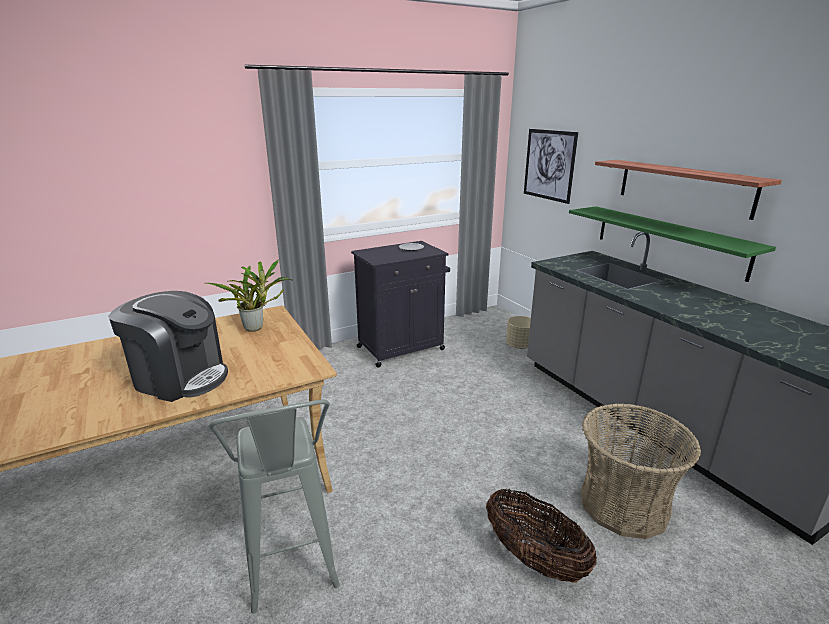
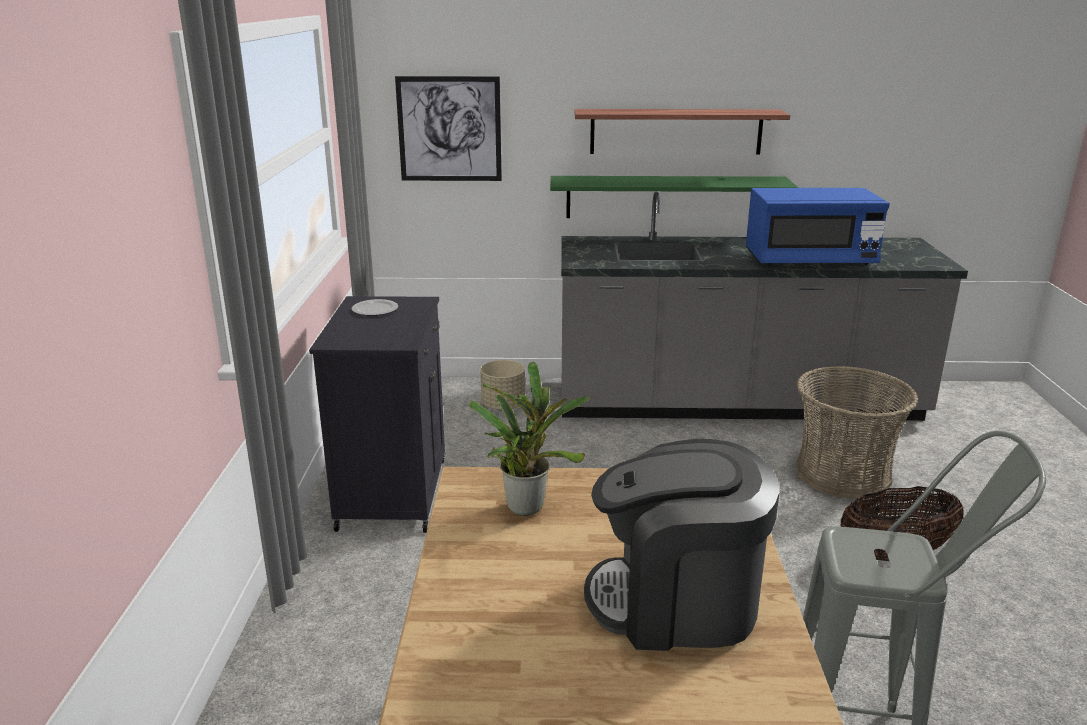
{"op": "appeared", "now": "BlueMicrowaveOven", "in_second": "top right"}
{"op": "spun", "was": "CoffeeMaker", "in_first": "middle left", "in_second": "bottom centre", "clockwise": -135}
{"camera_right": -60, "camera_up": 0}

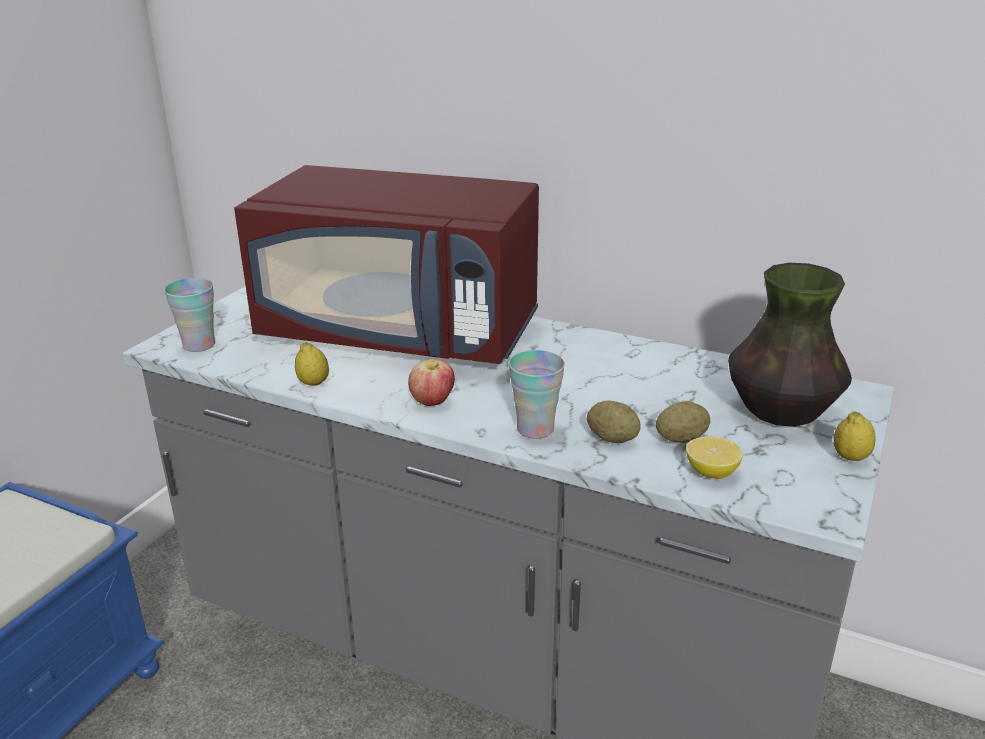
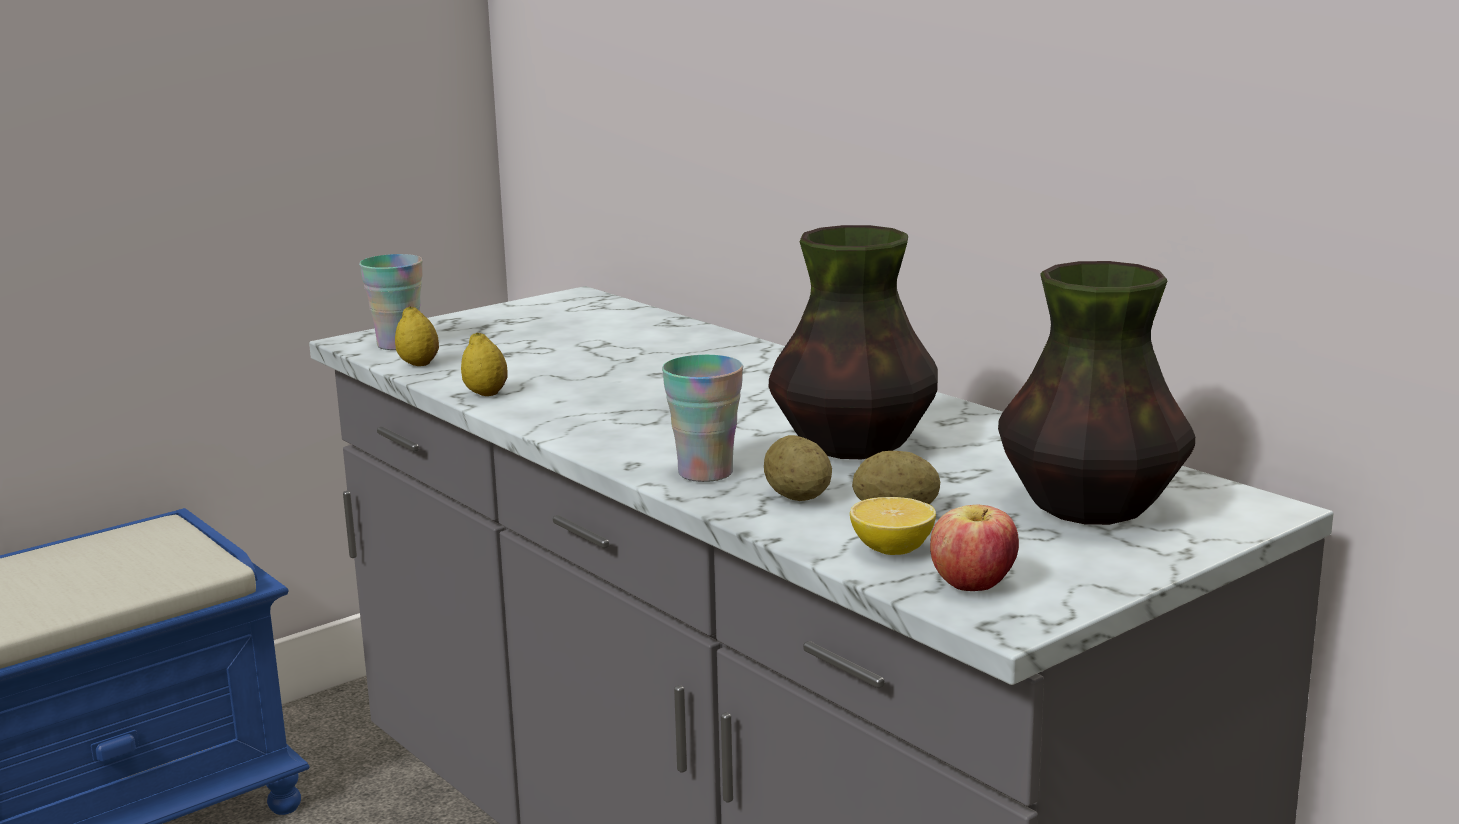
{"op": "missing", "was": "RedMicrowaveOven", "in_first": "centre"}
{"op": "appeared", "now": "DecorativeVase (no. 1 from left)", "in_second": "centre"}
{"op": "relocated", "was": "Apple", "in_first": "centre", "in_second": "middle right"}
{"op": "relocated", "was": "Lemon (no. 3 from left in the first image)", "now": "Lemon (no. 1 from left)", "in_first": "middle right", "in_second": "middle left"}
{"camera_right": 25, "camera_up": -10}

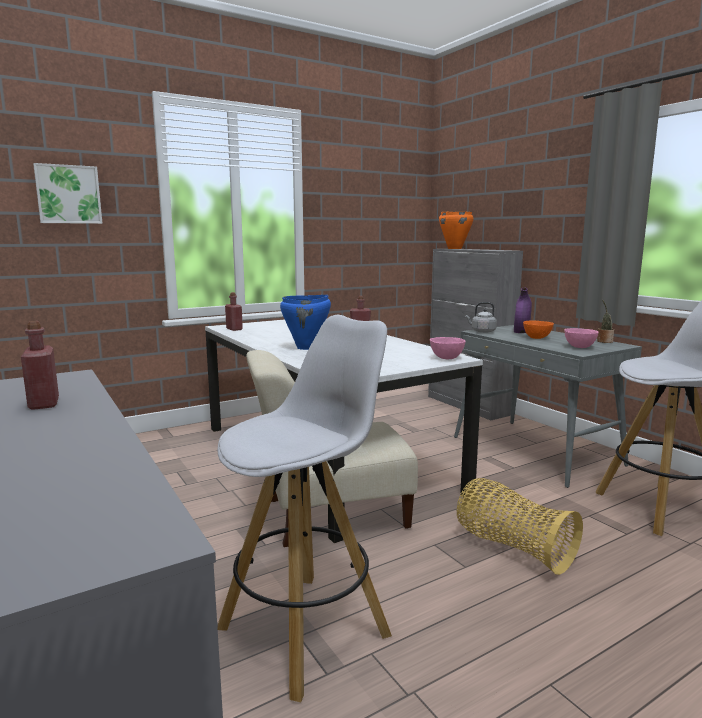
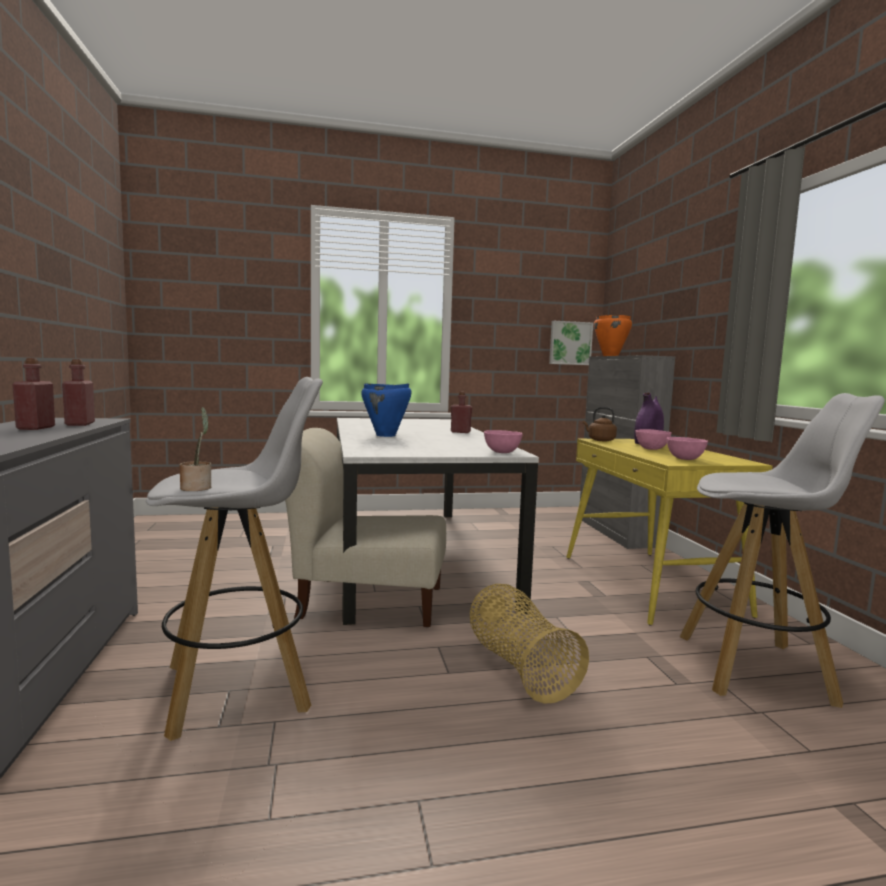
{"op": "relocated", "was": "Picture", "in_first": "top left", "in_second": "centre"}
{"op": "relocated", "was": "RedBeverageBottle (no. 2 from left)", "in_first": "centre", "in_second": "middle left"}
{"op": "relocated", "was": "PottedPlant", "in_first": "middle right", "in_second": "middle left"}
{"op": "colour", "was": "GreyishDesk", "now": "YellowDesk", "in_first": "middle right", "in_second": "middle right"}
{"op": "colour", "was": "GreyishWaterKettle", "now": "BrownWaterKettle", "in_first": "middle right", "in_second": "middle right"}
{"op": "colour", "was": "OrangeBowl", "now": "PinkColouredBowl (no. 2 from left)", "in_first": "middle right", "in_second": "middle right"}
{"camera_right": 20, "camera_up": -5}

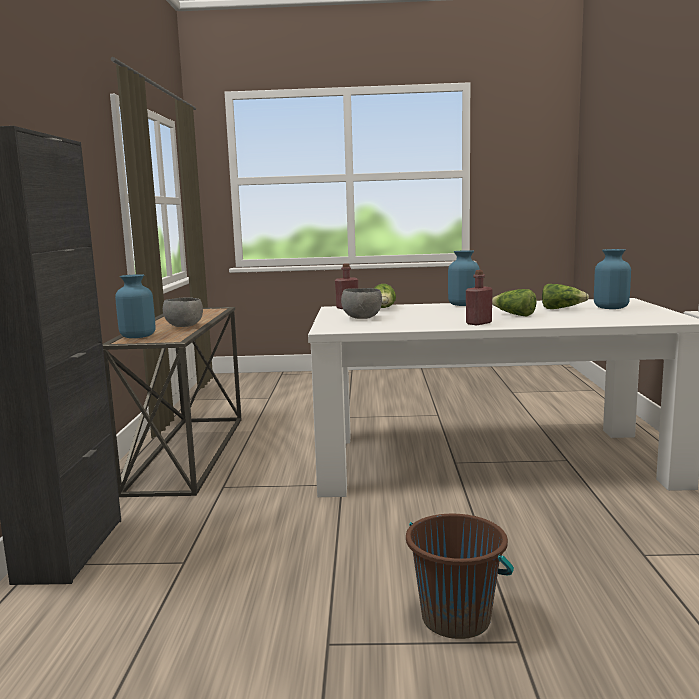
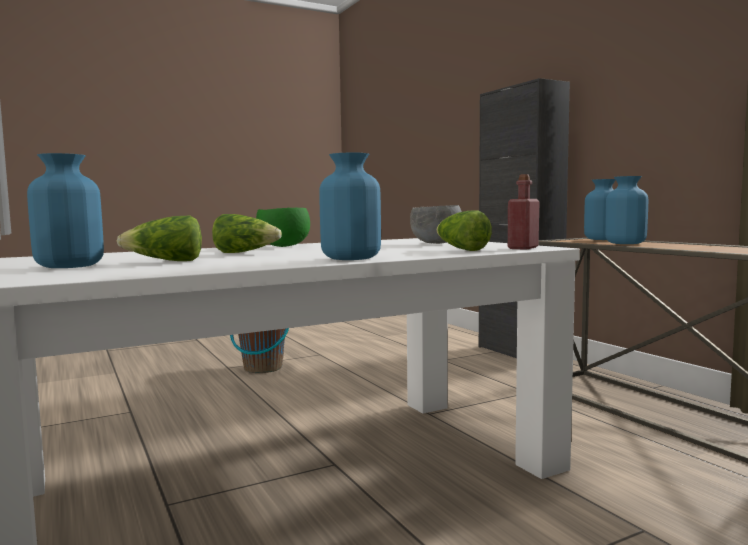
{"op": "exchanged", "was": "GreyishBowl (no. 1 from left)", "now": "BlueDecorativeVase (no. 4 from left)", "in_first": "middle left", "in_second": "middle right"}
{"op": "exchanged", "was": "RedBeverageBottle (no. 2 from left)", "now": "GreenishBowl", "in_first": "middle right", "in_second": "centre"}
{"camera_right": 150, "camera_up": -5}

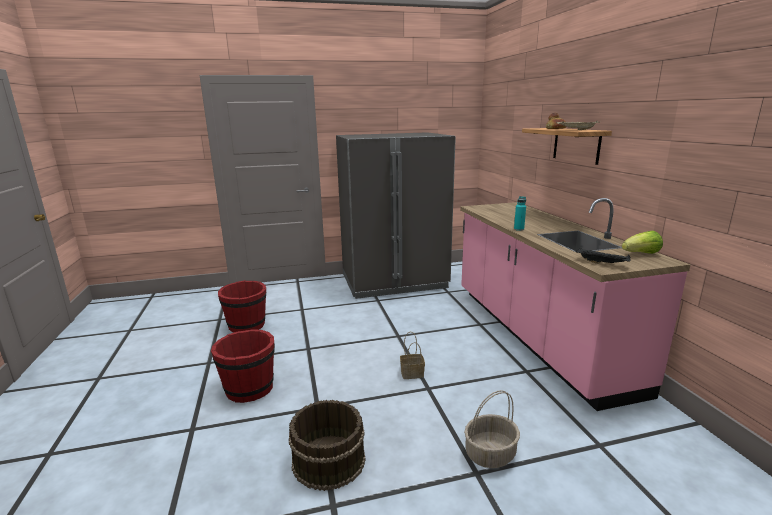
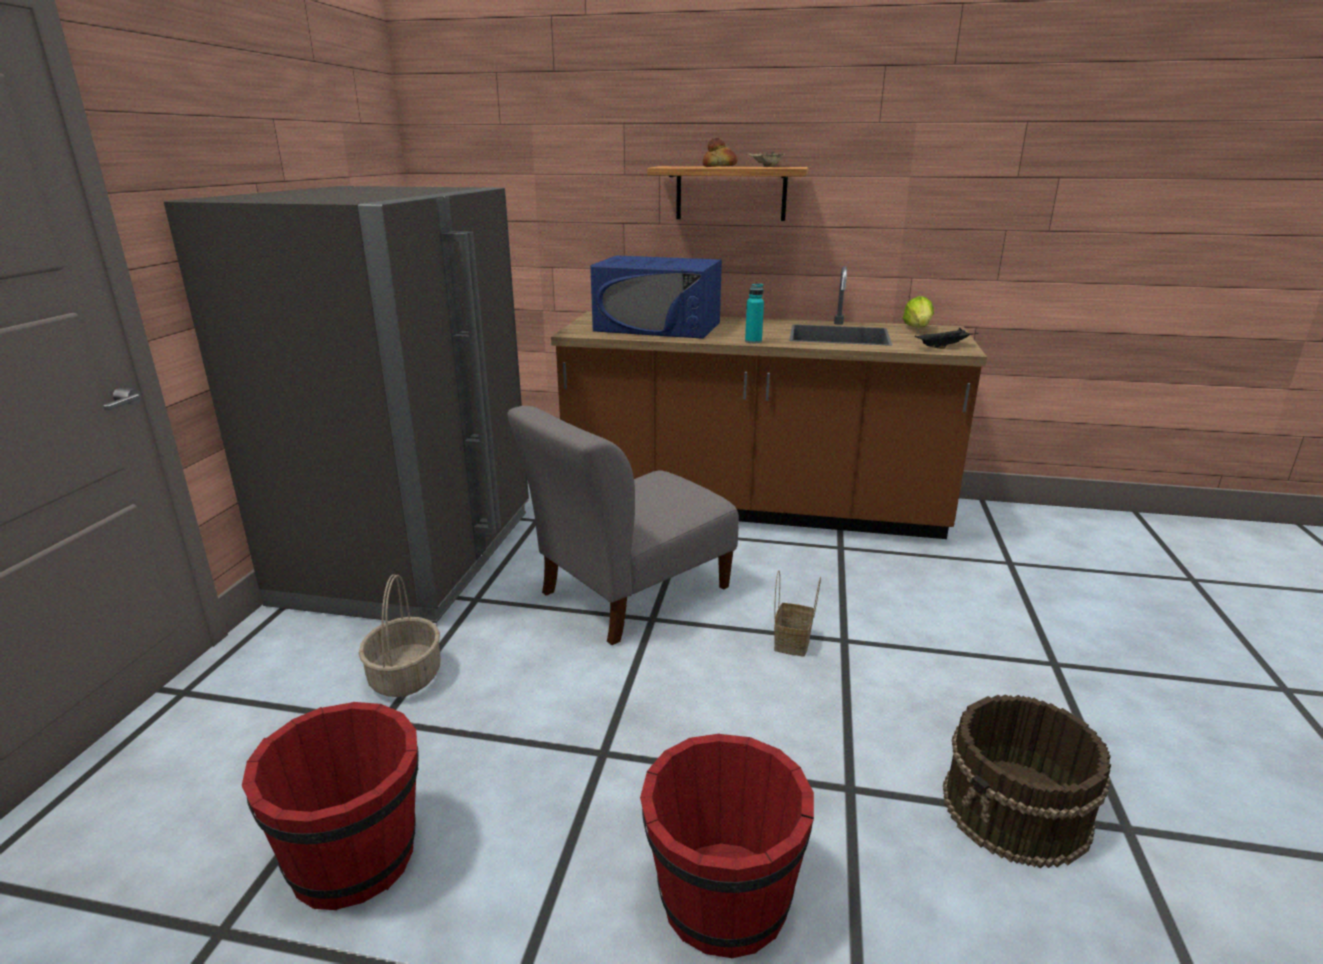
{"op": "appeared", "now": "GreyishChair", "in_second": "centre"}
{"op": "appeared", "now": "BlueMicrowaveOven", "in_second": "top centre"}
{"op": "relocated", "was": "HouseholdBasket (no. 2 from left in the first image)", "now": "HouseholdBasket (no. 1 from left)", "in_first": "bottom centre", "in_second": "middle left"}
{"op": "colour", "was": "PinkColouredKitchenCounter", "now": "BrownKitchenCounter", "in_first": "middle right", "in_second": "centre"}
{"camera_right": -65, "camera_up": 5}

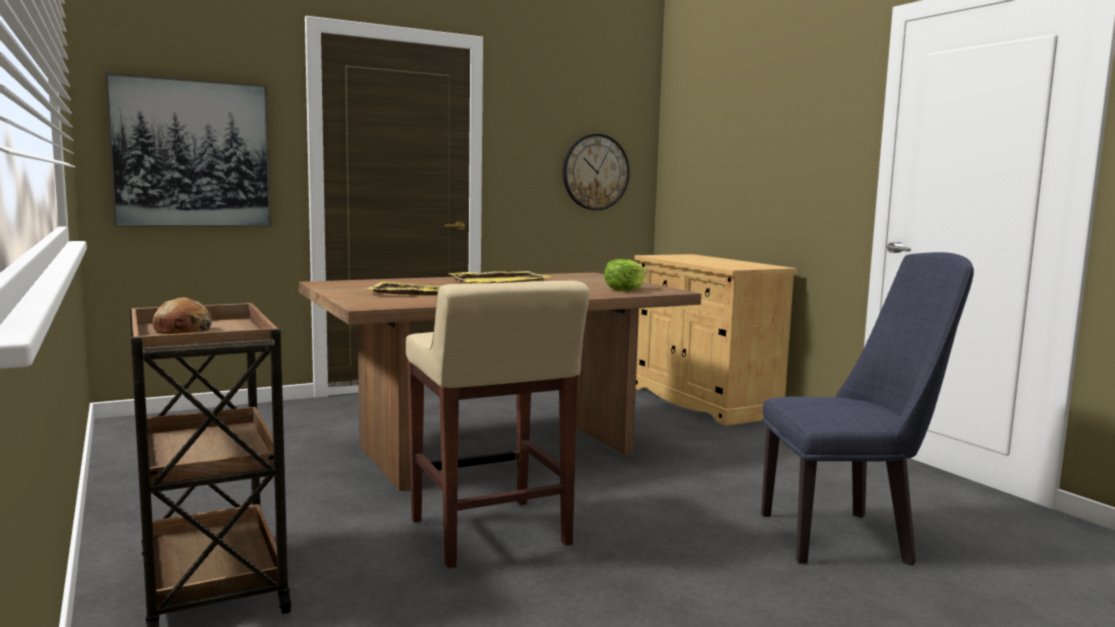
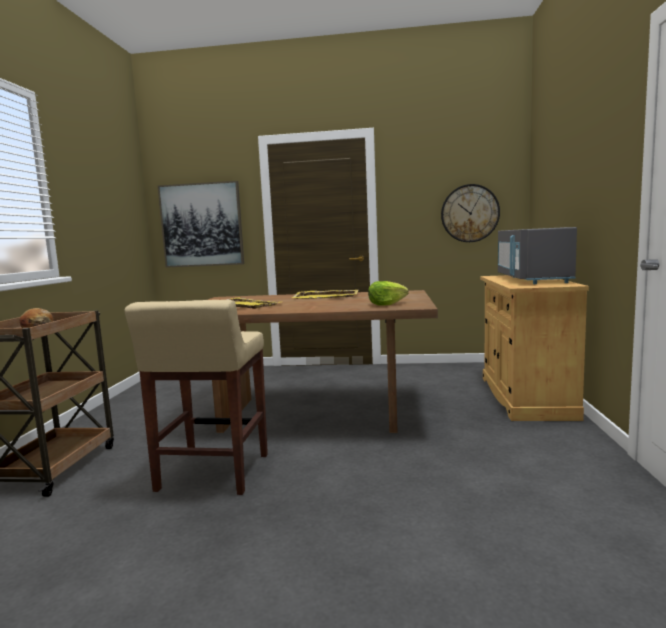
{"op": "missing", "was": "BlueChair", "in_first": "middle right"}
{"op": "appeared", "now": "GreyishMicrowaveOven", "in_second": "middle right"}
{"camera_right": 35, "camera_up": 0}

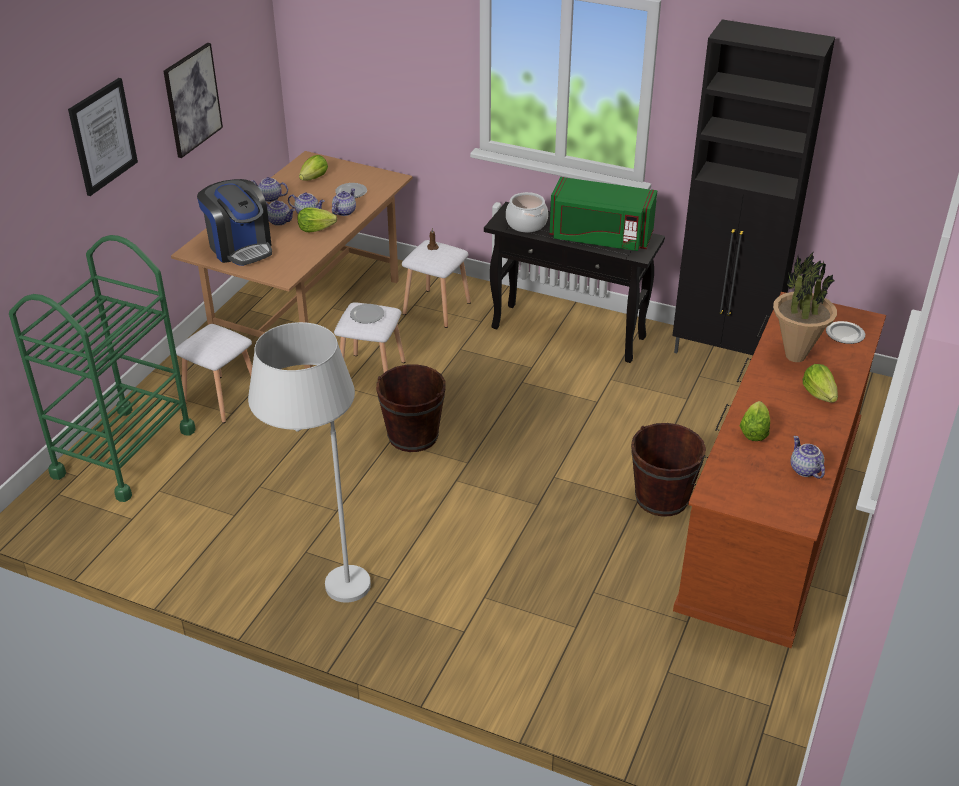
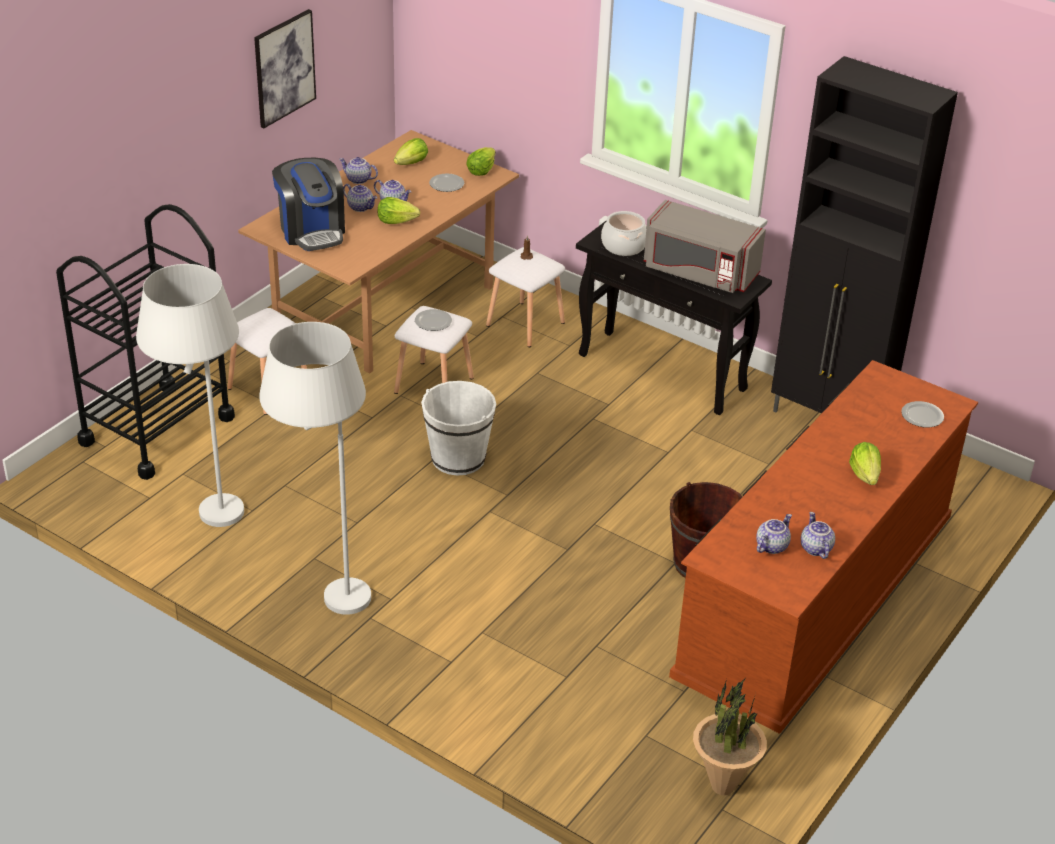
{"op": "missing", "was": "Picture (no. 1 from left)", "in_first": "top left"}
{"op": "appeared", "now": "WhitishFloorLamp (no. 1 from left)", "in_second": "middle left"}
{"op": "relocated", "was": "TeaPot (no. 4 from left)", "in_first": "top centre", "in_second": "middle right"}
{"op": "relocated", "was": "LettuceHead (no. 3 from left)", "in_first": "middle right", "in_second": "top centre"}
{"op": "relocated", "was": "PottedPlant", "in_first": "middle right", "in_second": "bottom right"}
{"op": "colour", "was": "GreenishCart", "now": "BlackColouredCart", "in_first": "middle left", "in_second": "middle left"}
{"op": "colour", "was": "BrownWaterBucket (no. 1 from left)", "now": "WhitishWaterBucket", "in_first": "centre", "in_second": "centre"}
{"op": "colour", "was": "GreenishMicrowaveOven", "now": "GreyishMicrowaveOven", "in_first": "top centre", "in_second": "top right"}
{"camera_right": 10, "camera_up": 0}

